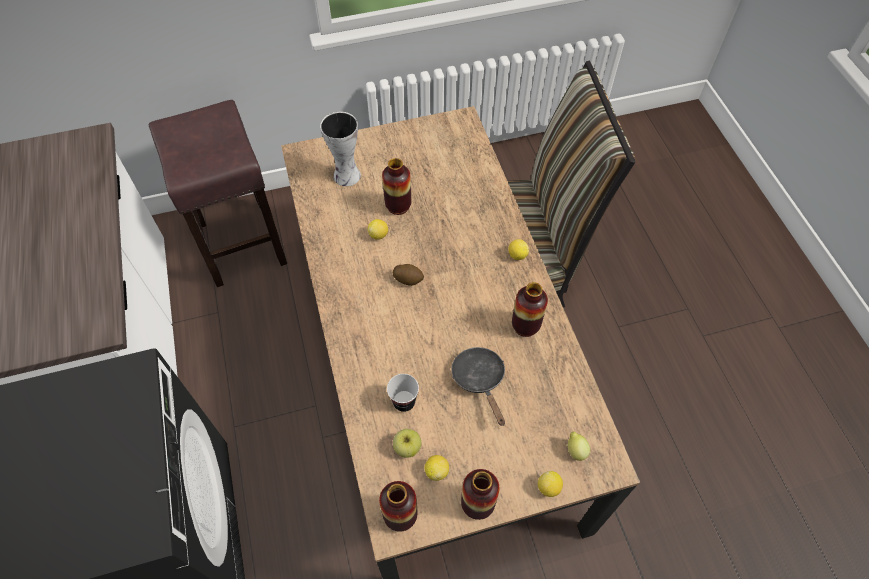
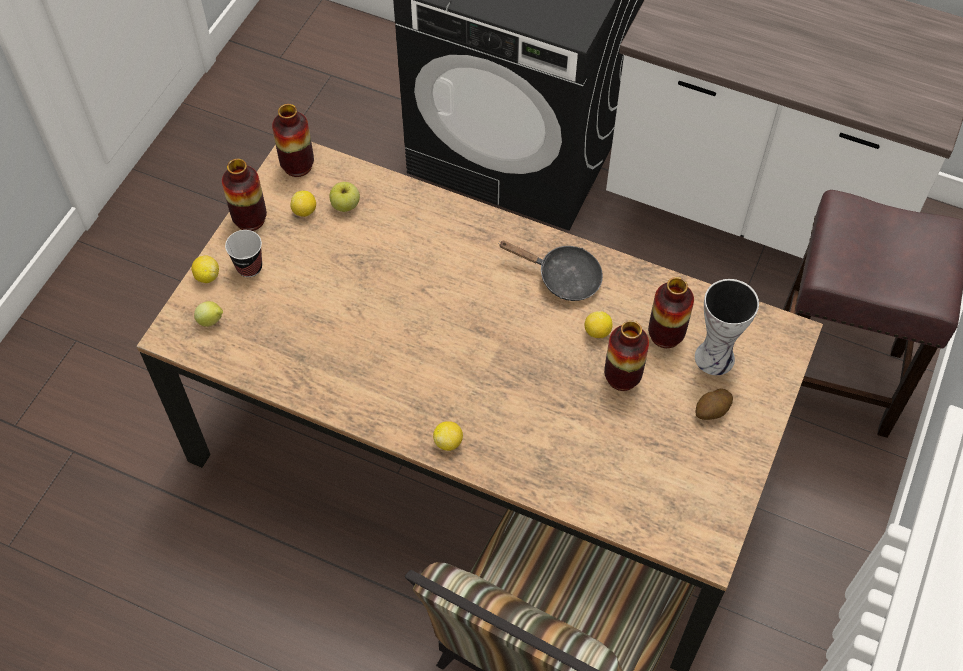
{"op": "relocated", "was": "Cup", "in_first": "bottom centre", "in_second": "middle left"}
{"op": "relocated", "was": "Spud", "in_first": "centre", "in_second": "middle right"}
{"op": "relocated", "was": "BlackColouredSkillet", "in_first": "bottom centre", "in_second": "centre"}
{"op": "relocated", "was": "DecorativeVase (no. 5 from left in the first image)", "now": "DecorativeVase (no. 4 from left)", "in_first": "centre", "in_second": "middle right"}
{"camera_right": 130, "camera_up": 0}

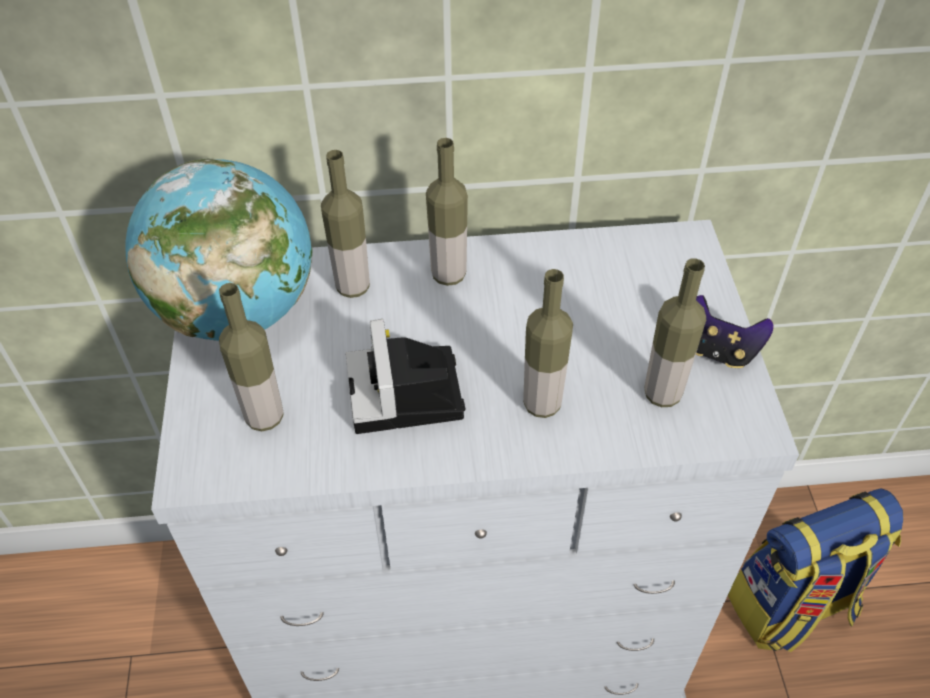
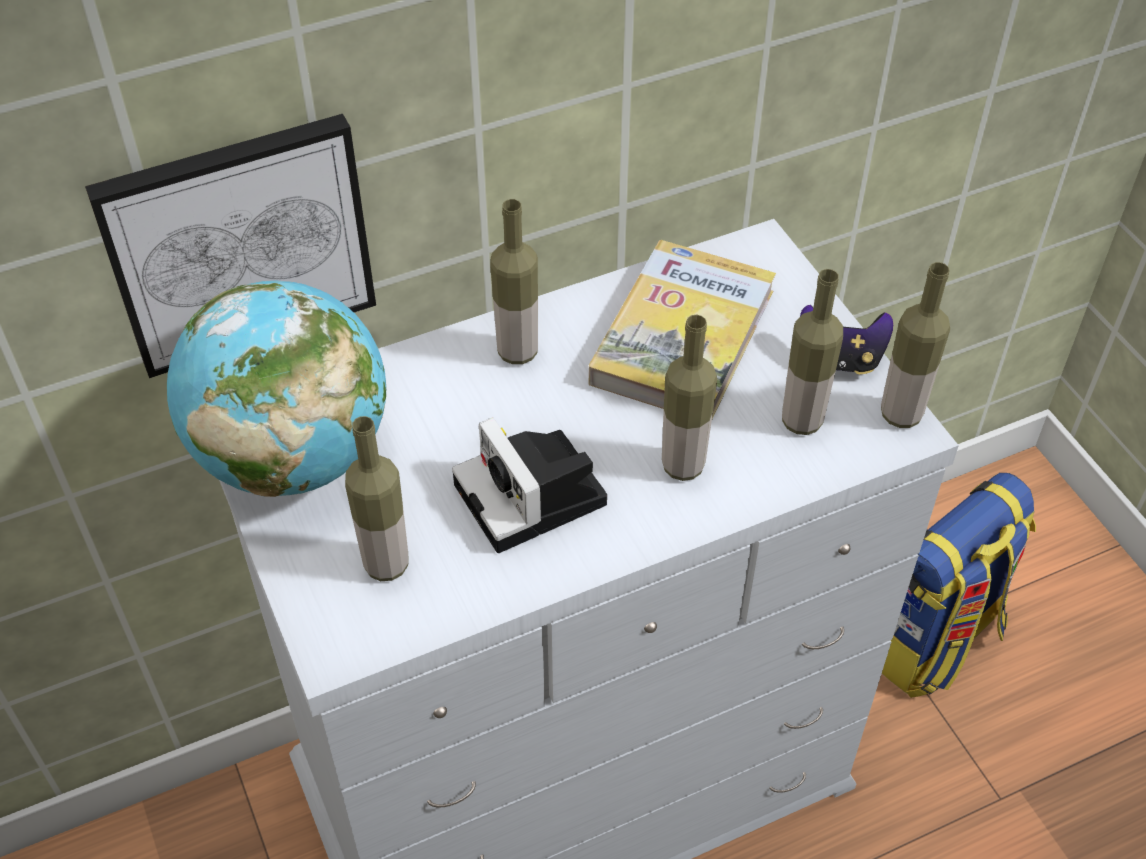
{"op": "appeared", "now": "Picture", "in_second": "top left"}
{"op": "appeared", "now": "Book", "in_second": "centre"}
{"op": "relocated", "was": "BeverageBottle (no. 2 from left in the first image)", "now": "BeverageBottle (no. 5 from left)", "in_first": "top centre", "in_second": "middle right"}
{"camera_right": -20, "camera_up": 0}

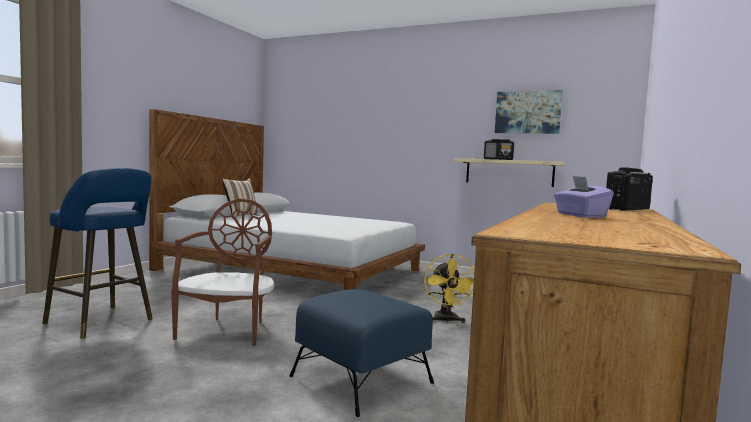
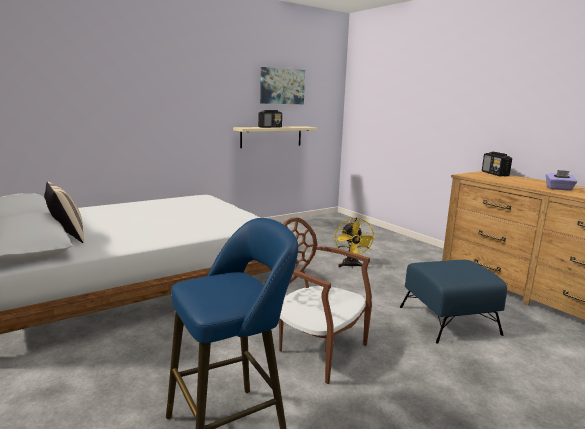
{"op": "spun", "was": "YellowElectricFan", "in_first": "bottom centre", "in_second": "centre", "clockwise": 60}
{"camera_right": -60, "camera_up": 10}

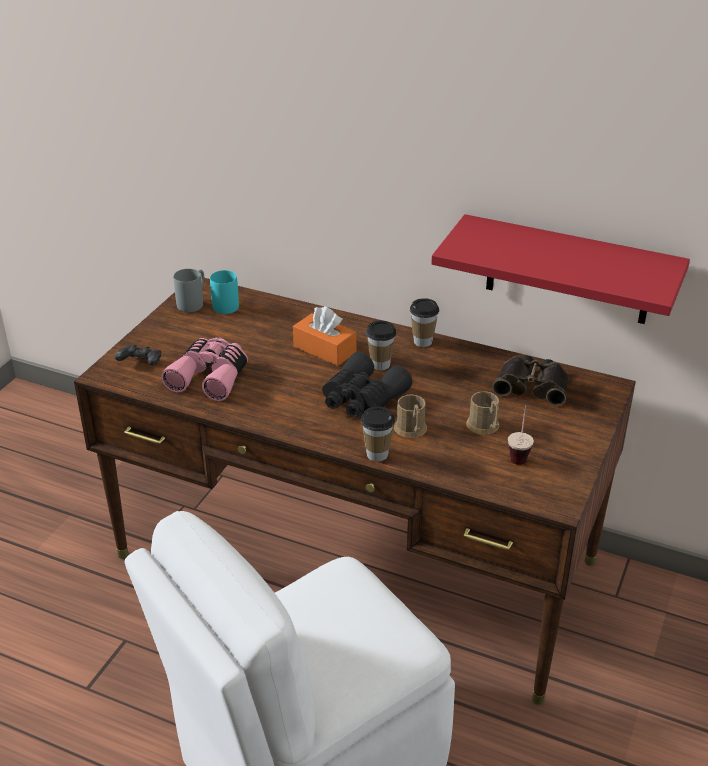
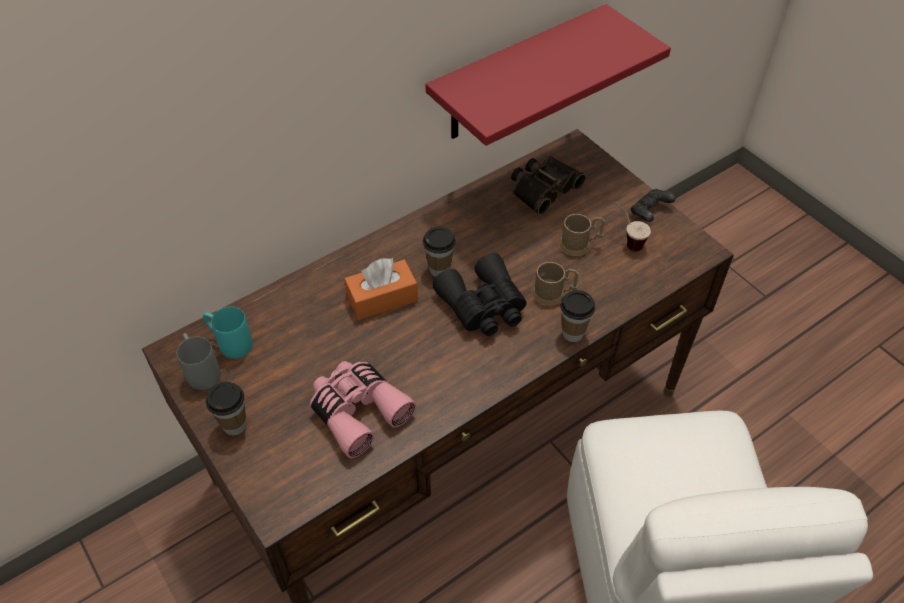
{"op": "relocated", "was": "BlackColouredJoypad", "in_first": "middle left", "in_second": "middle right"}
{"op": "relocated", "was": "Cup (no. 3 from left in the first image)", "now": "Cup (no. 1 from left)", "in_first": "centre", "in_second": "bottom left"}
{"camera_right": -60, "camera_up": 15}

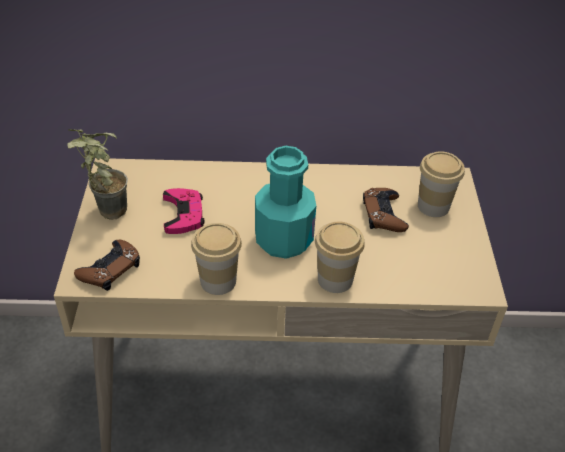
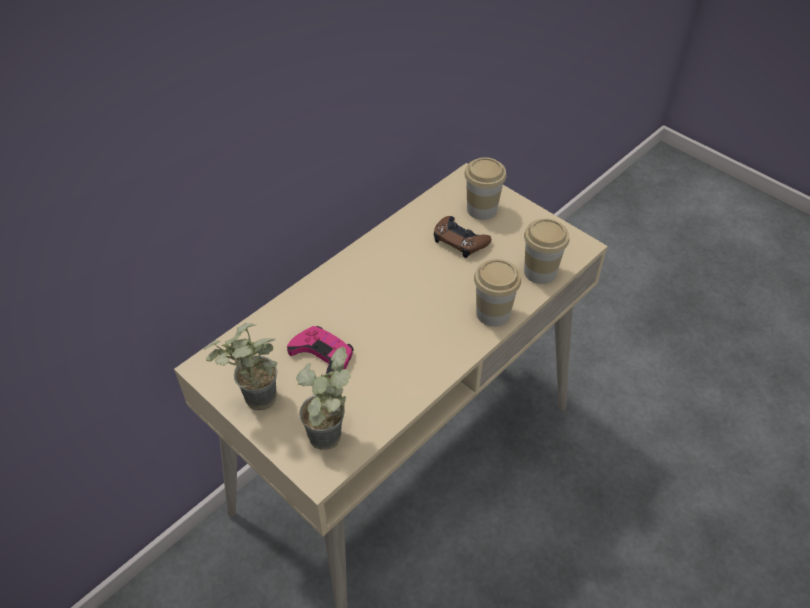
{"op": "missing", "was": "BlueGreenBeverageBottle", "in_first": "centre"}
{"op": "relocated", "was": "Cup (no. 1 from left in the first image)", "now": "Cup (no. 3 from left)", "in_first": "centre", "in_second": "middle right"}
{"op": "exchanged", "was": "BrownJoypad (no. 1 from left)", "now": "PottedPlant (no. 2 from left)", "in_first": "middle left", "in_second": "centre"}
{"camera_right": -45, "camera_up": 5}

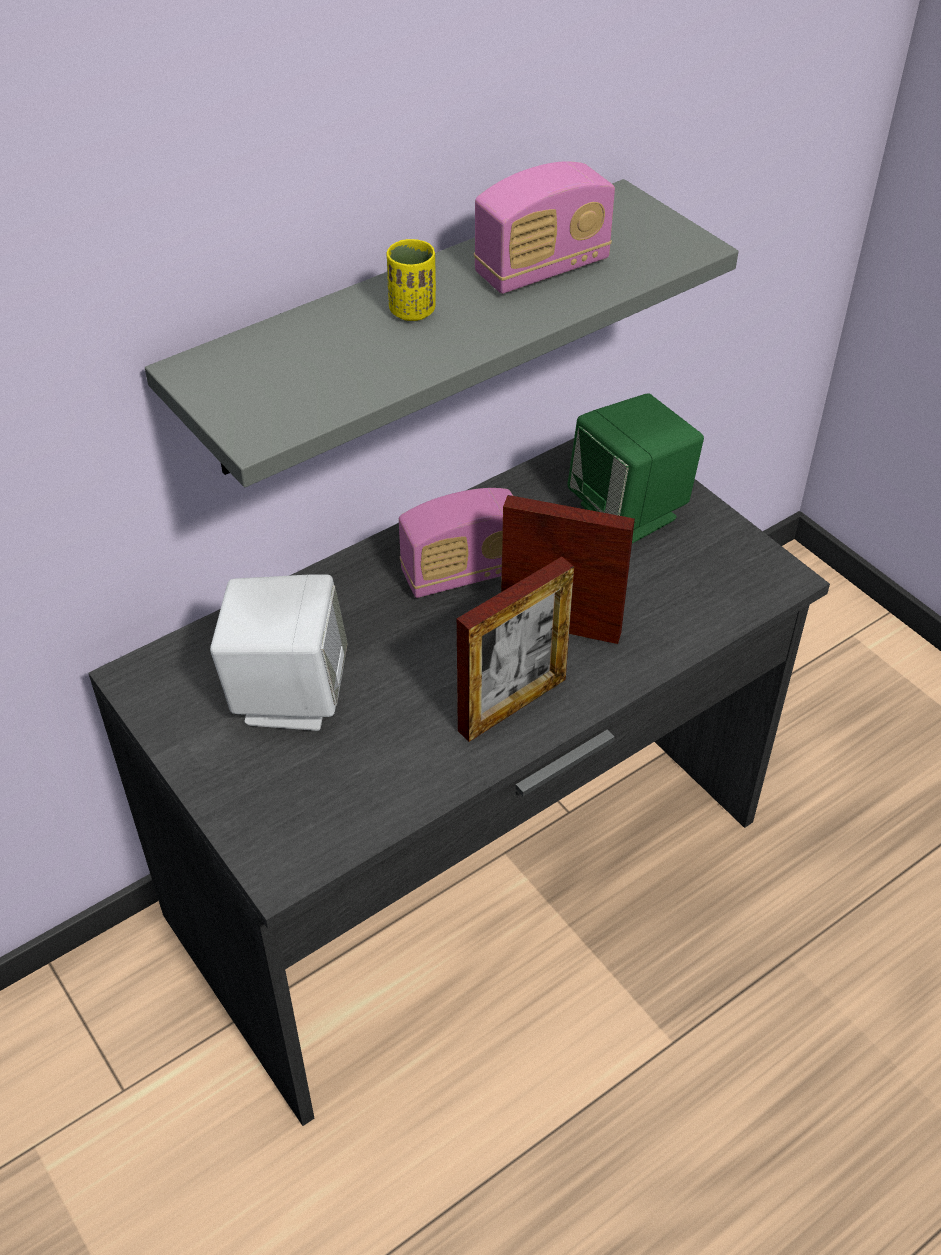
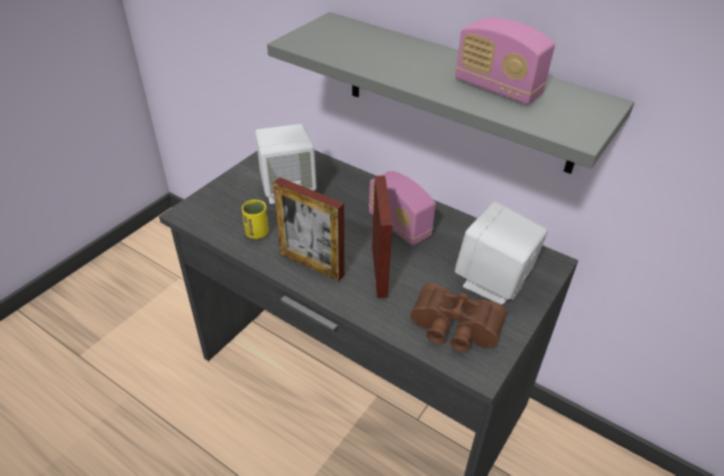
{"op": "appeared", "now": "BrownPairOfBinoculars", "in_second": "centre"}
{"op": "relocated", "was": "YellowCup", "in_first": "top centre", "in_second": "centre"}
{"op": "colour", "was": "GreenishAudioSpeaker", "now": "WhitishAudioSpeaker (no. 2 from left)", "in_first": "middle right", "in_second": "middle right"}
{"camera_right": 70, "camera_up": -5}

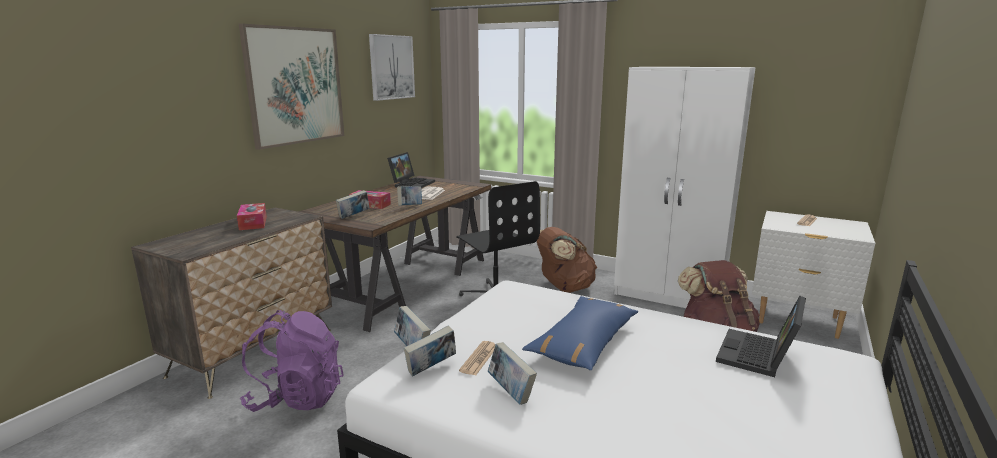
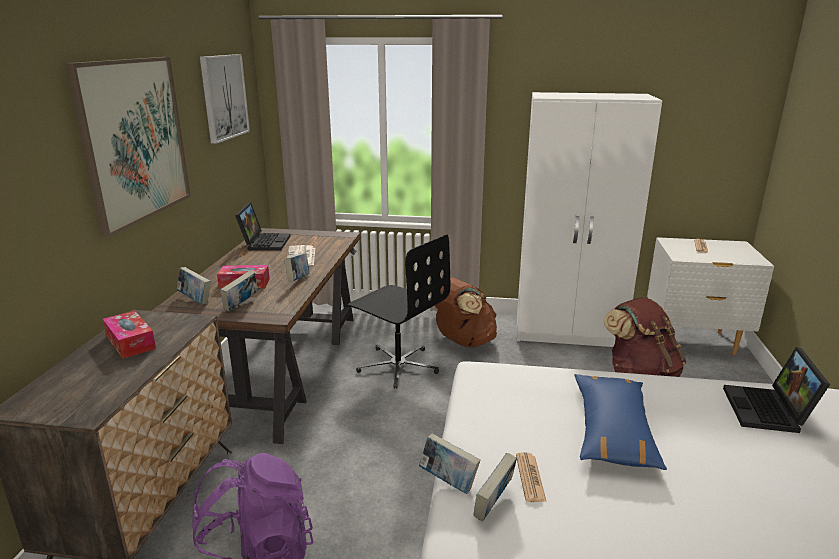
{"op": "relocated", "was": "Book (no. 5 from left in the first image)", "now": "Book (no. 1 from left)", "in_first": "bottom centre", "in_second": "middle left"}
{"camera_right": -20, "camera_up": 5}

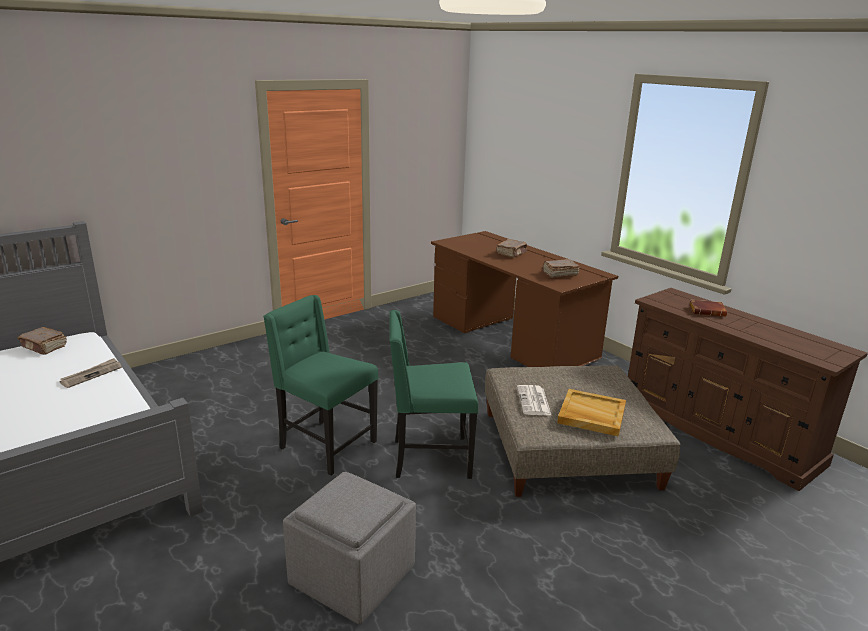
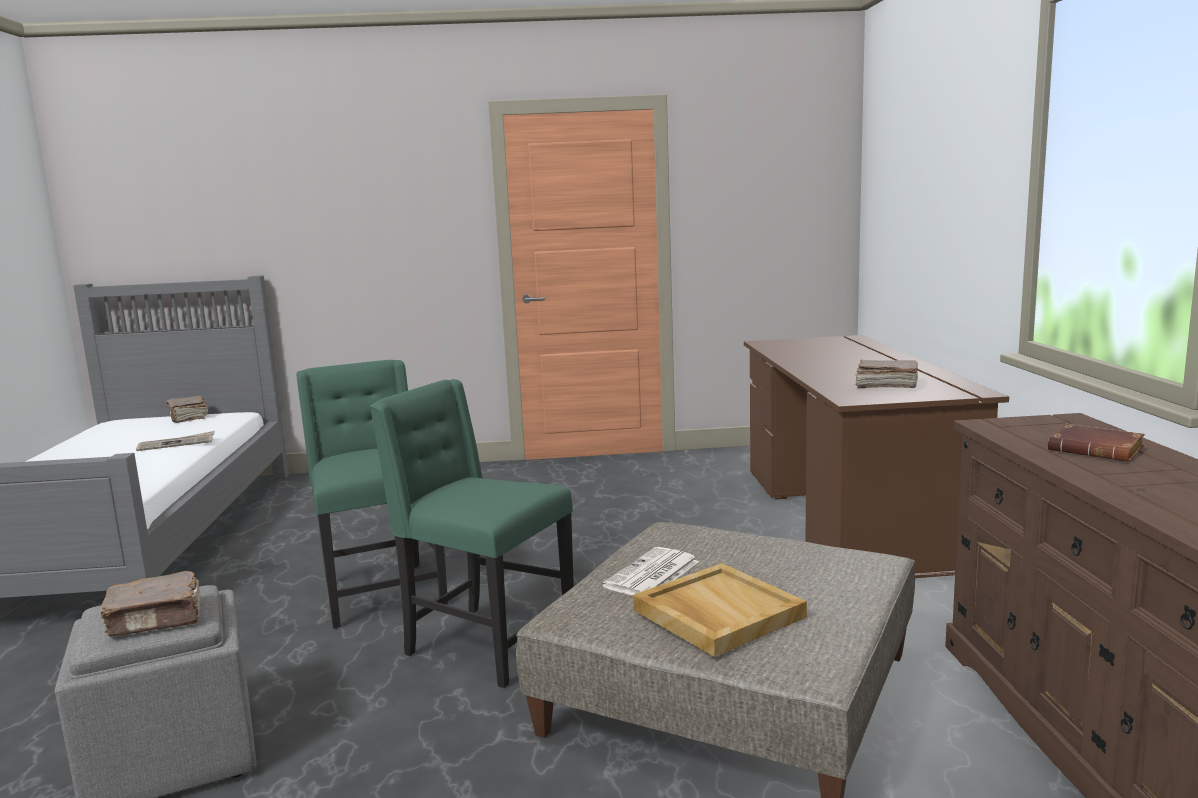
{"op": "relocated", "was": "BrownBook (no. 2 from left in the first image)", "now": "BrownBook (no. 1 from left)", "in_first": "centre", "in_second": "bottom left"}
{"camera_right": 35, "camera_up": -10}

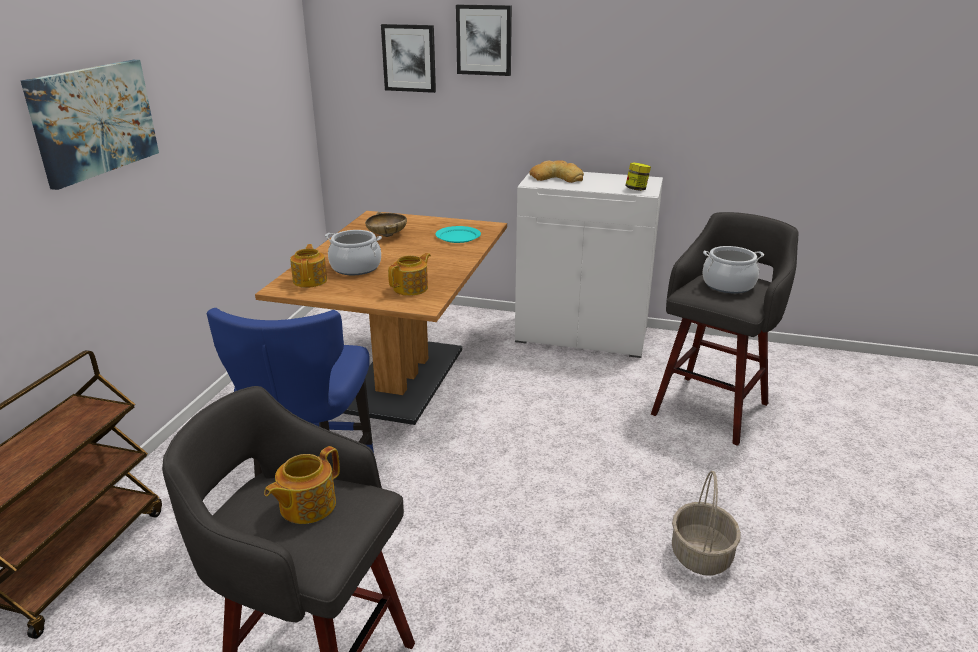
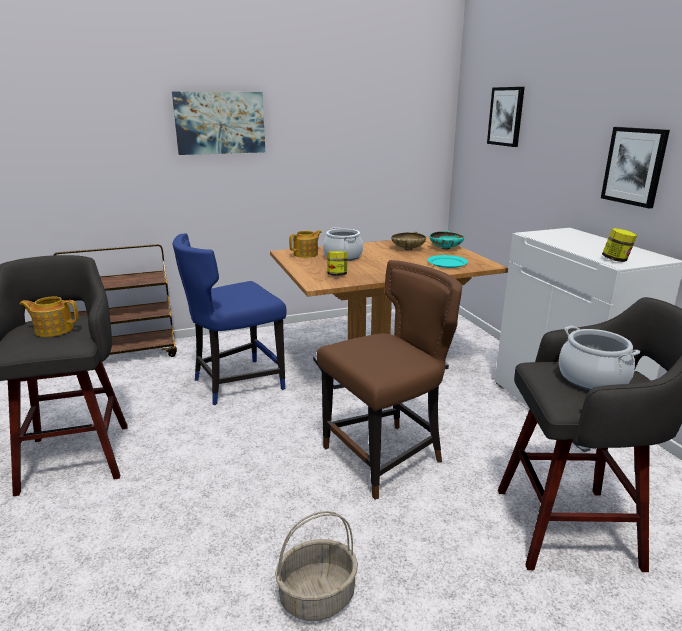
{"op": "missing", "was": "Bread", "in_first": "top centre"}
{"op": "appeared", "now": "BrownChair", "in_second": "centre"}
{"op": "appeared", "now": "BlueGreenBowl", "in_second": "centre"}
{"op": "relocated", "was": "Picture (no. 3 from left)", "in_first": "top centre", "in_second": "top right"}
{"op": "exchanged", "was": "TeaPot (no. 3 from left)", "now": "Jar (no. 1 from left)", "in_first": "centre", "in_second": "centre"}
{"camera_right": 55, "camera_up": -5}

